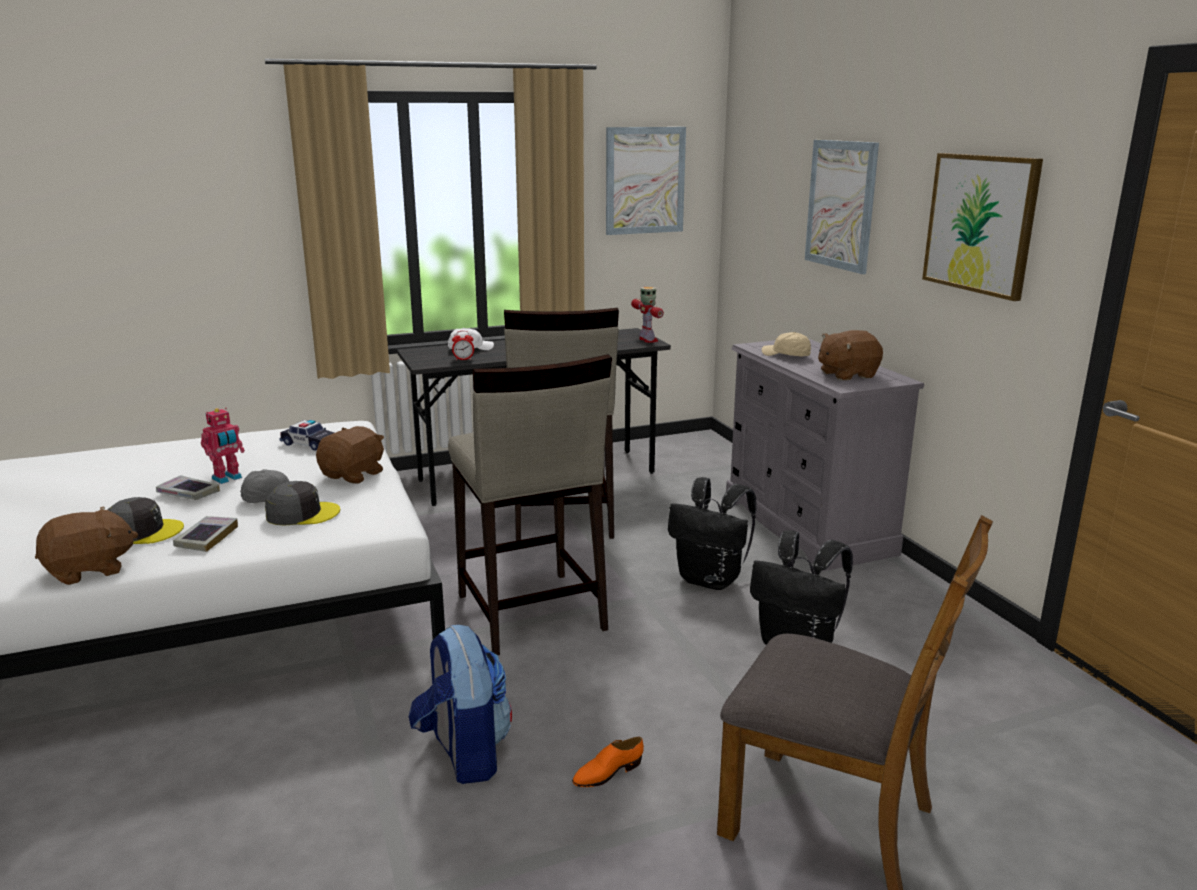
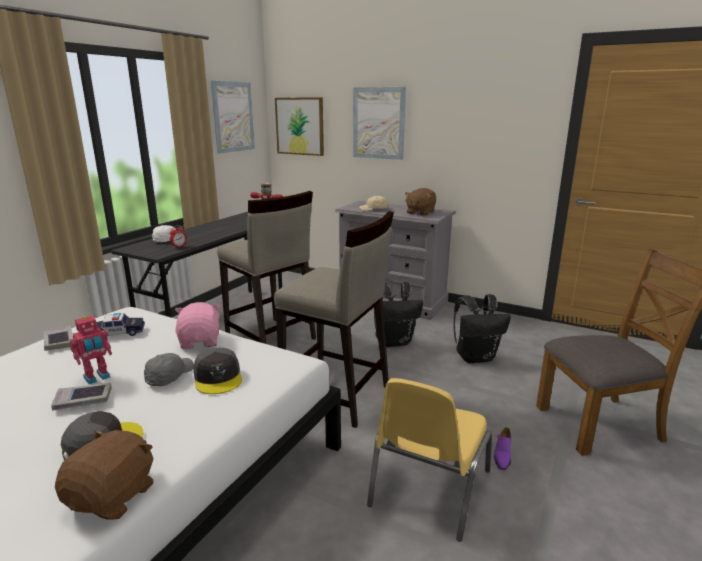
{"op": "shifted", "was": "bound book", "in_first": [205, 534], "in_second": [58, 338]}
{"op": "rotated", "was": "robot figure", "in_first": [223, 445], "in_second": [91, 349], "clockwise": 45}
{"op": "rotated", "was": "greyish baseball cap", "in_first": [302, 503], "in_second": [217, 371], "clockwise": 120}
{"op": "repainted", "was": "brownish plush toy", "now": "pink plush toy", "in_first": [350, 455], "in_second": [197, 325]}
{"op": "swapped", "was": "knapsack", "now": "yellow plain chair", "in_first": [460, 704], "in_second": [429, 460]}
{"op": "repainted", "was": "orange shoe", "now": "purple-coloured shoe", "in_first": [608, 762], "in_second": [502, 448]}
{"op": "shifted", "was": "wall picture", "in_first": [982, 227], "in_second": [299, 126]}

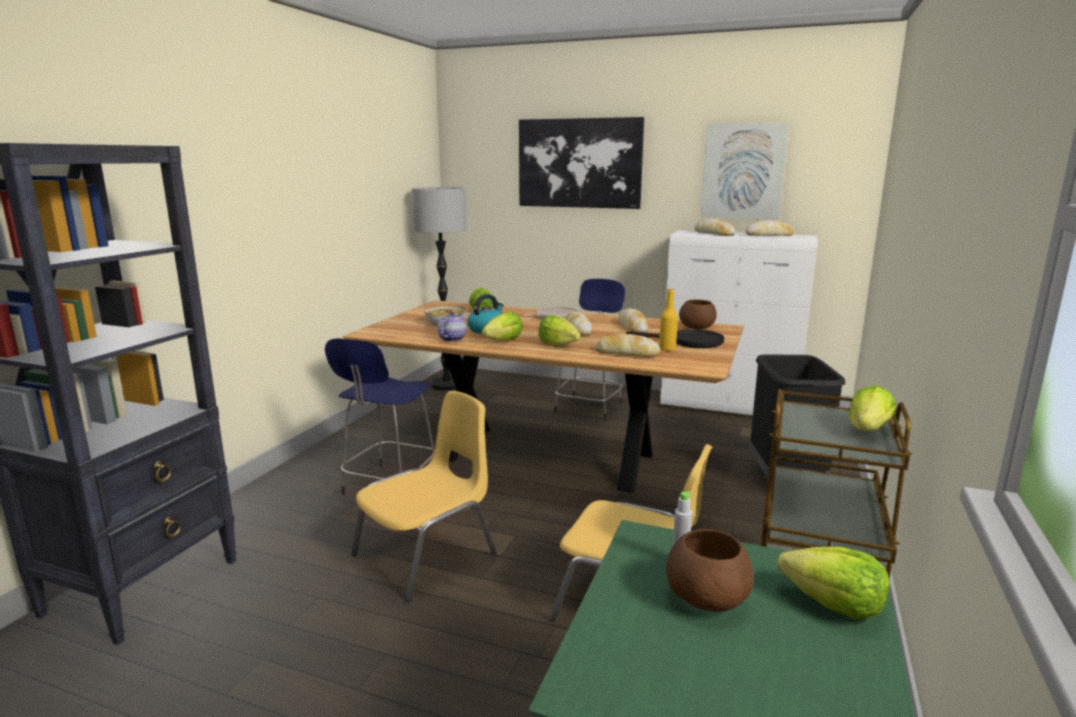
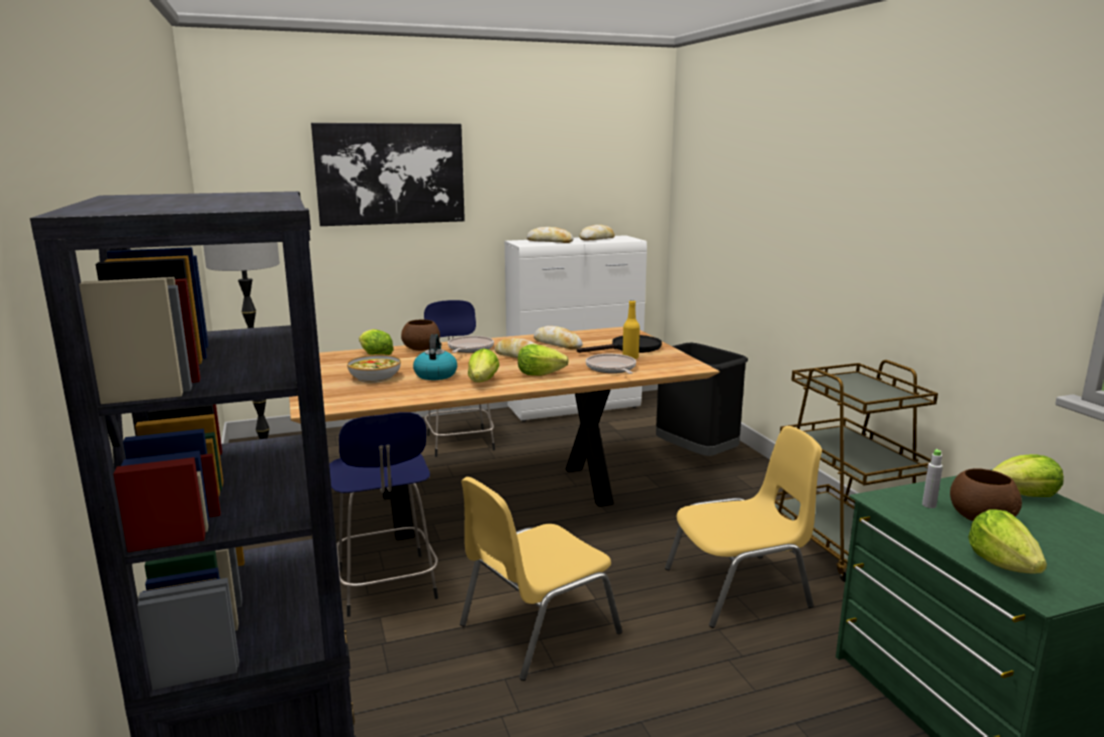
{"op": "rotated", "was": "yellow plain chair", "in_first": [424, 496], "in_second": [541, 579], "clockwise": -135}
{"op": "gone", "was": "tea pot", "in_first": [452, 326]}
{"op": "swapped", "was": "baked bread", "now": "pan", "in_first": [627, 345], "in_second": [611, 364]}
{"op": "shifted", "was": "brownish serving bowl", "in_first": [698, 314], "in_second": [420, 335]}
{"op": "gone", "was": "wall picture", "in_first": [745, 171]}
{"op": "shifted", "was": "head of lettuce", "in_first": [872, 408], "in_second": [1007, 541]}

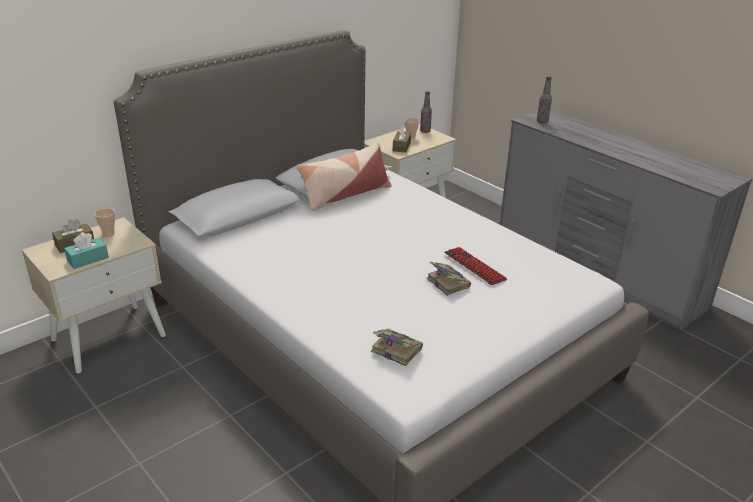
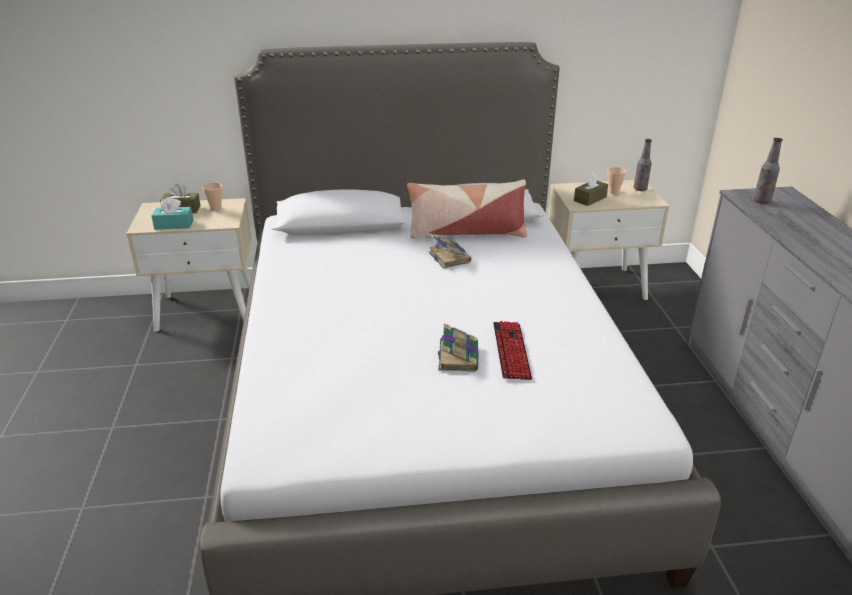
{"op": "shifted", "was": "bound book", "in_first": [397, 347], "in_second": [449, 251]}

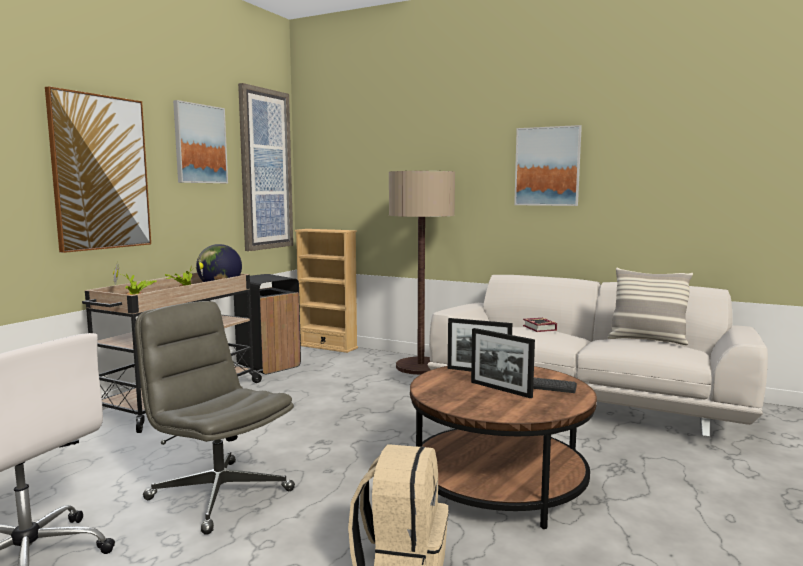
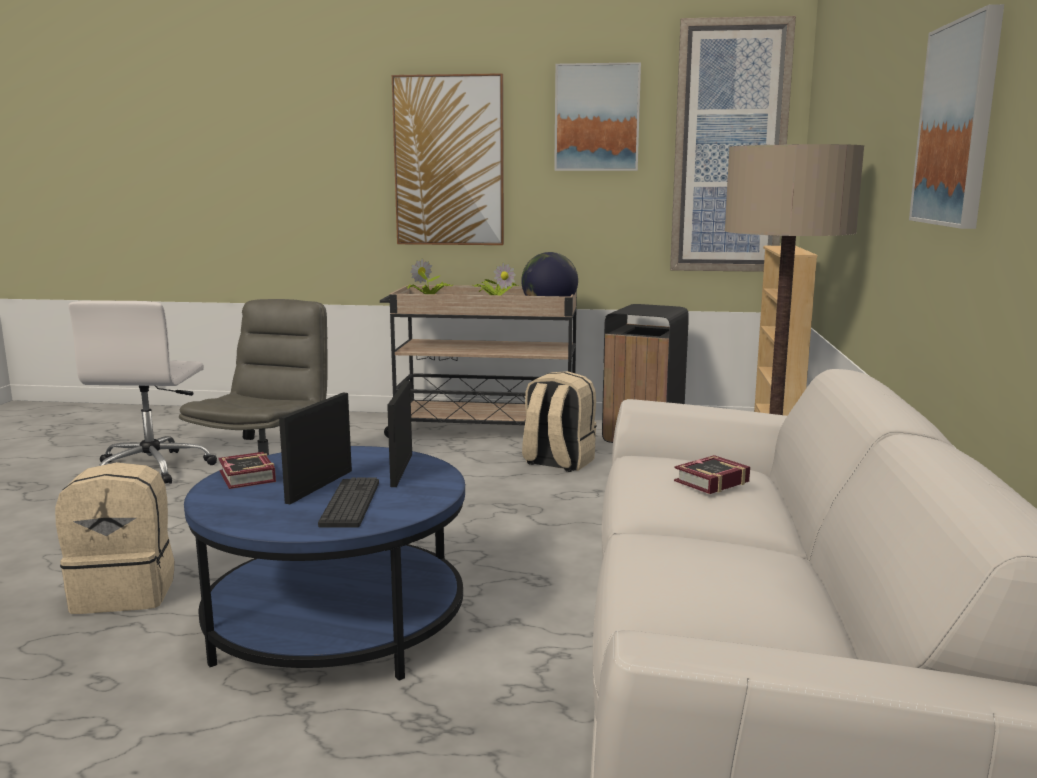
{"op": "repainted", "was": "brownish coffee table", "now": "bluish coffee table", "in_first": [503, 447], "in_second": [324, 563]}
{"op": "gone", "was": "throw pillow", "in_first": [650, 306]}
{"op": "new", "now": "bound book", "in_second": [247, 470]}
{"op": "new", "now": "sand-coloured knapsack", "in_second": [559, 421]}

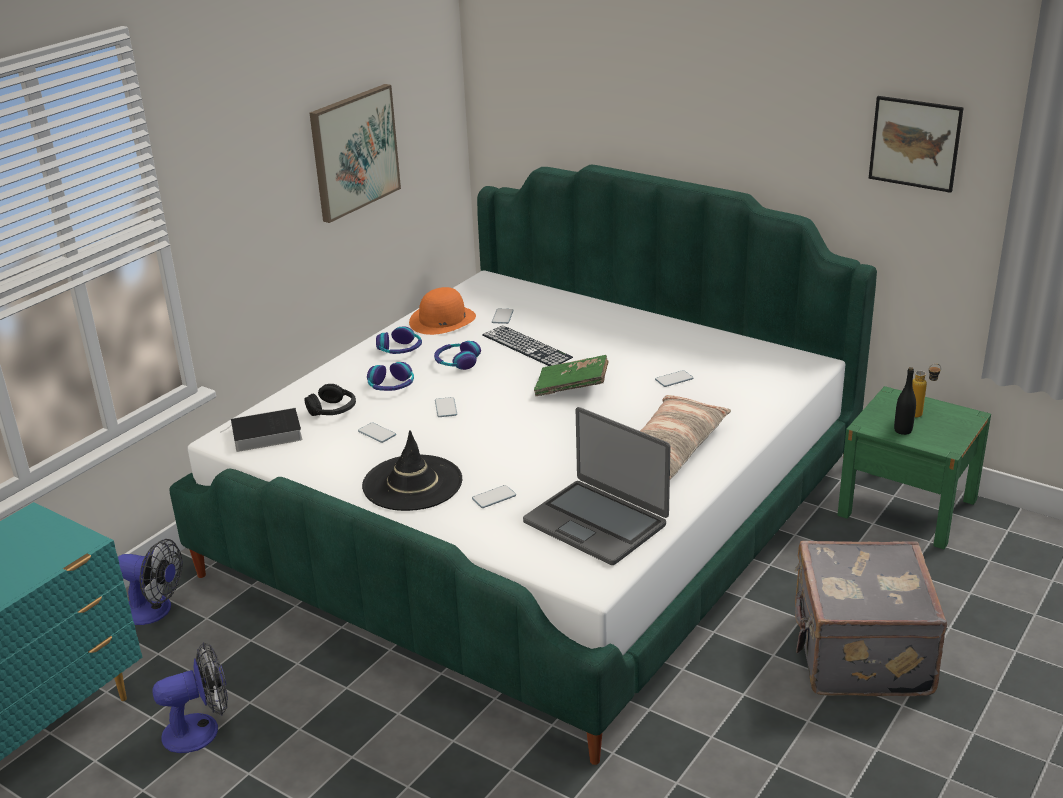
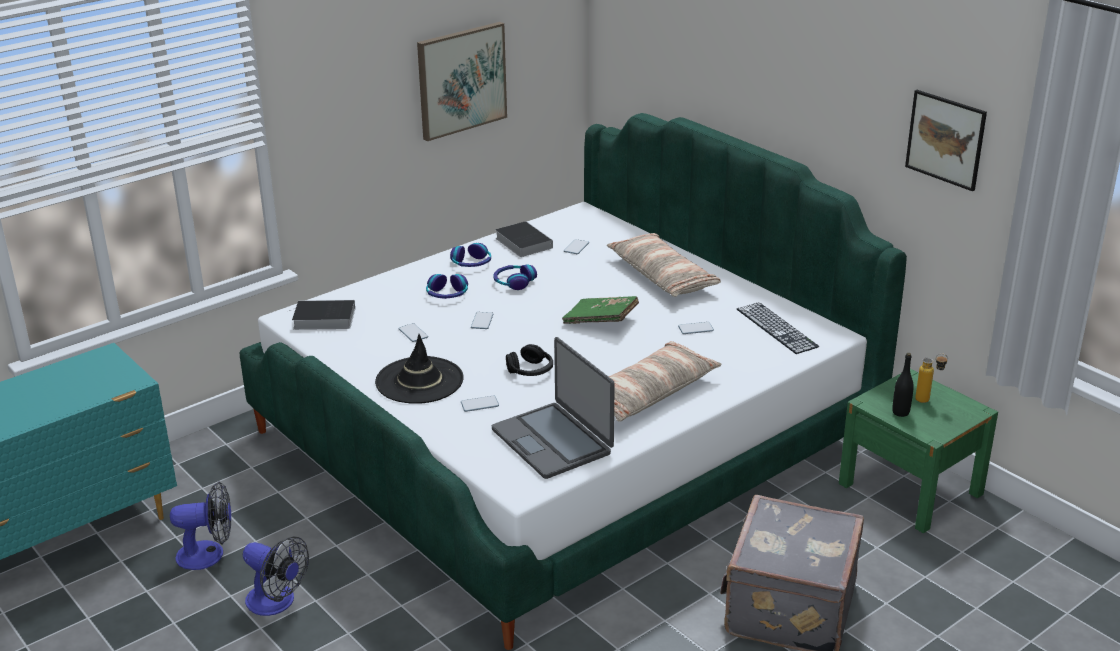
{"op": "shifted", "was": "electric fan", "in_first": [150, 582], "in_second": [276, 576]}
{"op": "shifted", "was": "blackish pair of headphones", "in_first": [330, 400], "in_second": [529, 360]}
{"op": "swapped", "was": "orange hat", "now": "bound book", "in_first": [442, 311], "in_second": [524, 239]}
{"op": "shifted", "was": "PC keyboard", "in_first": [527, 345], "in_second": [778, 328]}
{"op": "new", "now": "throw pillow", "in_second": [664, 265]}

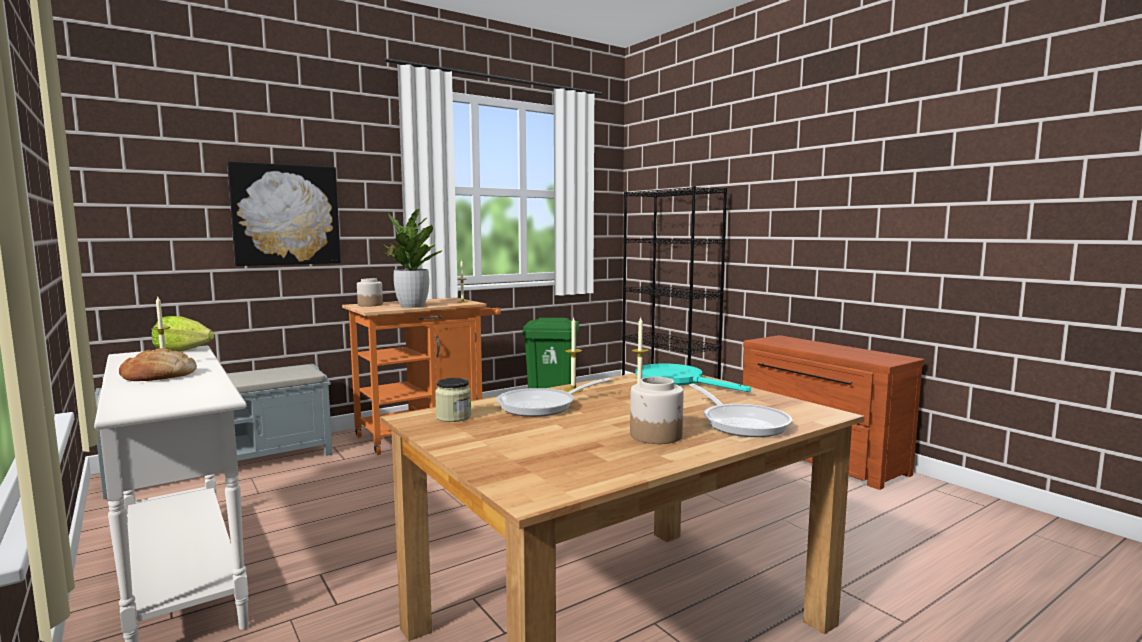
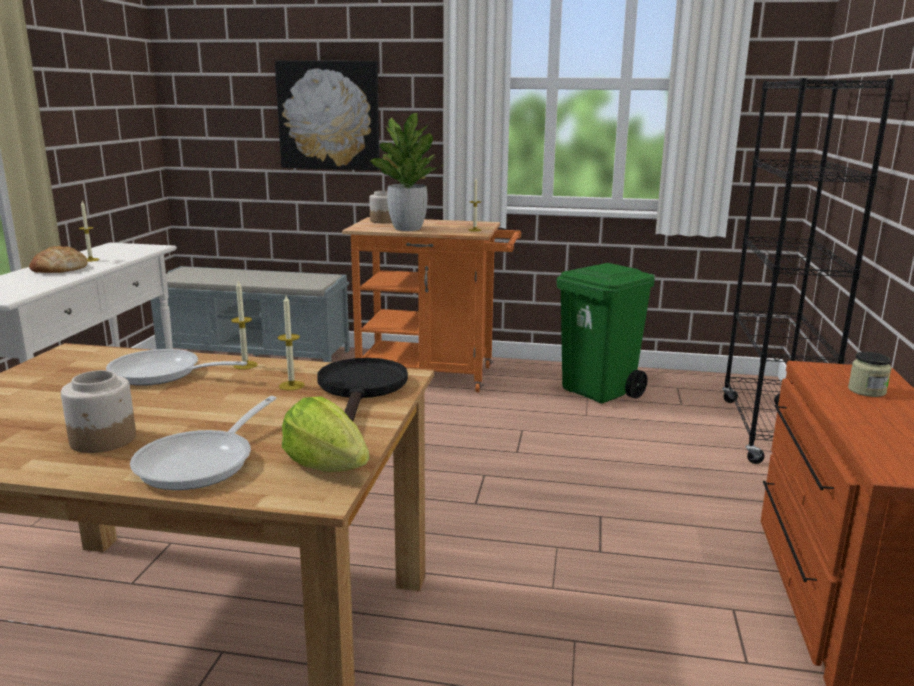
{"op": "shifted", "was": "head of lettuce", "in_first": [183, 333], "in_second": [326, 434]}
{"op": "shifted", "was": "preserve jar", "in_first": [453, 400], "in_second": [869, 374]}
{"op": "repainted", "was": "turquoise pan", "now": "blackish pan", "in_first": [693, 378], "in_second": [362, 389]}

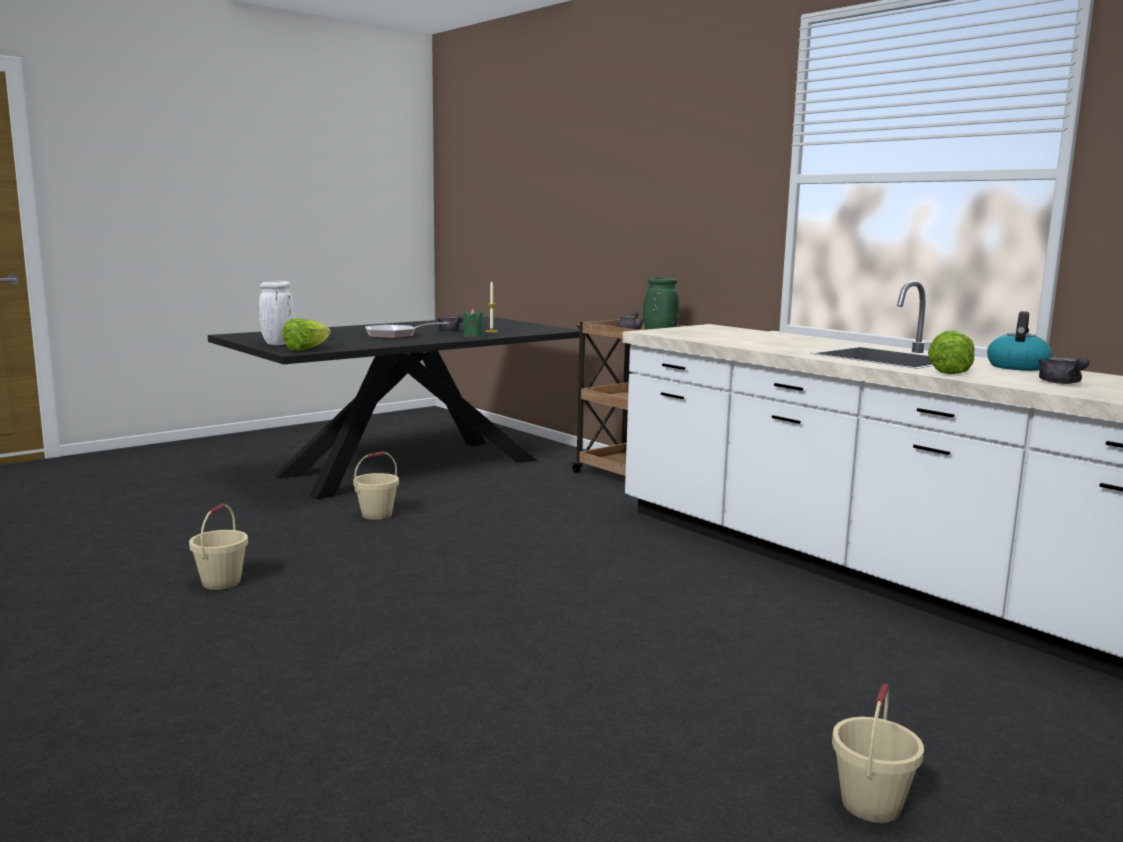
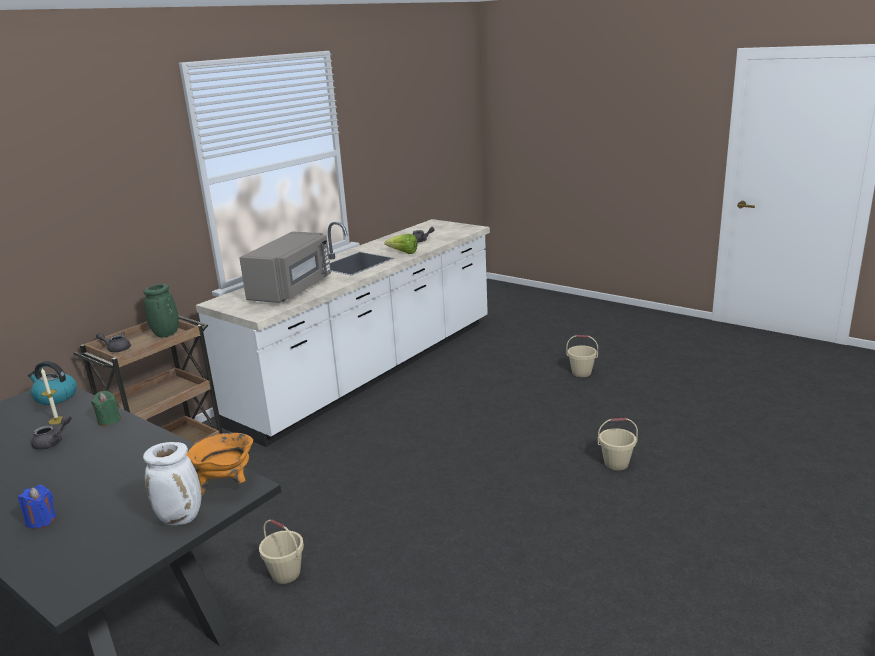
{"op": "shifted", "was": "sand-coloured pail", "in_first": [218, 547], "in_second": [618, 444]}
{"op": "swapped", "was": "head of lettuce", "now": "orange cooking pot", "in_first": [307, 334], "in_second": [219, 464]}
{"op": "gone", "was": "pan", "in_first": [406, 330]}
{"op": "shifted", "was": "kettle", "in_first": [1019, 341], "in_second": [52, 383]}
{"op": "new", "now": "bluish wax candle", "in_second": [37, 507]}
{"op": "new", "now": "greyish kitchen microwave", "in_second": [285, 267]}

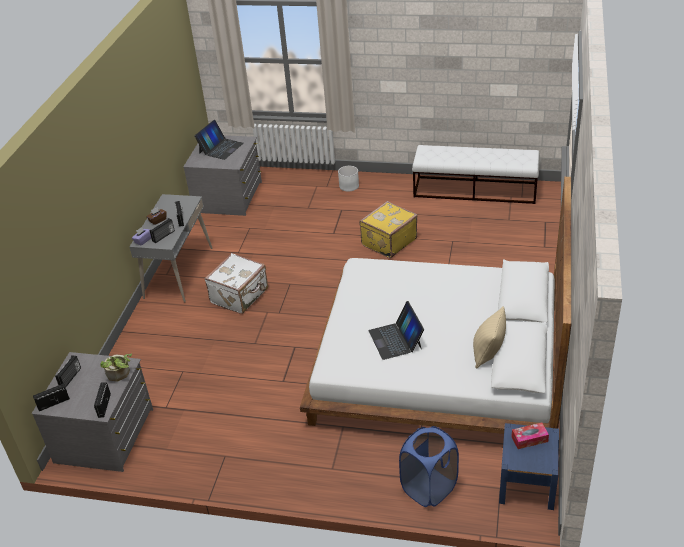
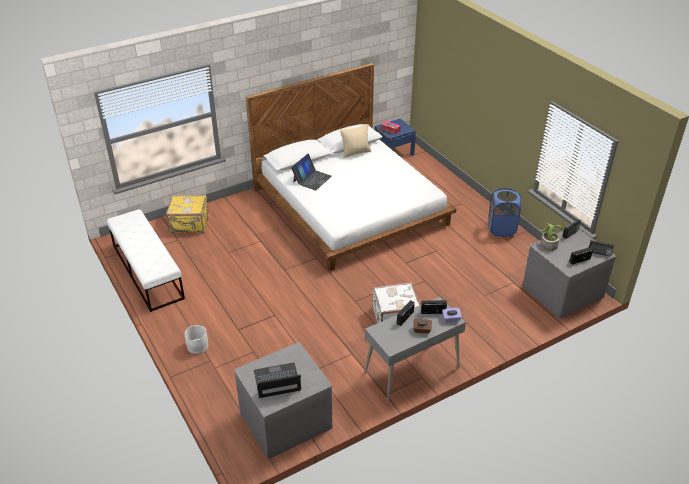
{"op": "shifted", "was": "yellow suitcase", "in_first": [388, 229], "in_second": [187, 214]}
{"op": "shifted", "was": "laptop", "in_first": [396, 330], "in_second": [311, 172]}
{"op": "shifted", "was": "bluish hamper", "in_first": [429, 466], "in_second": [504, 212]}

